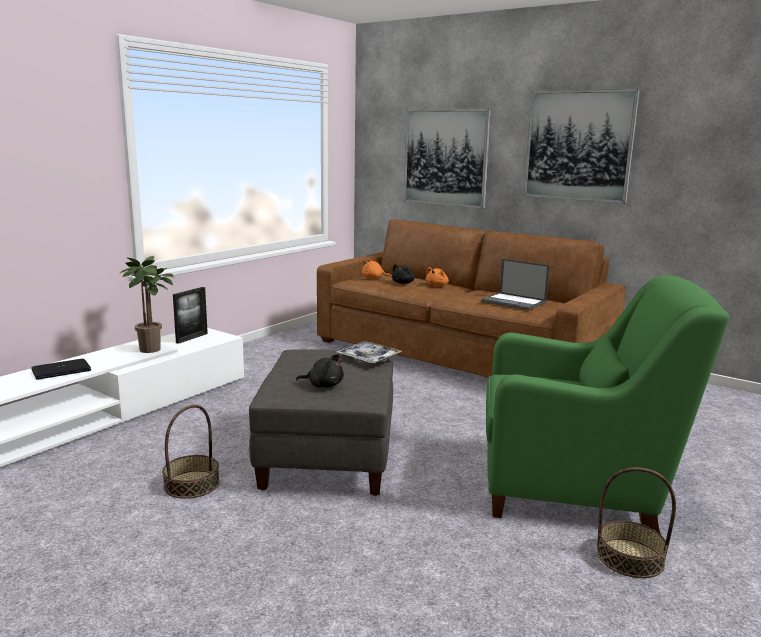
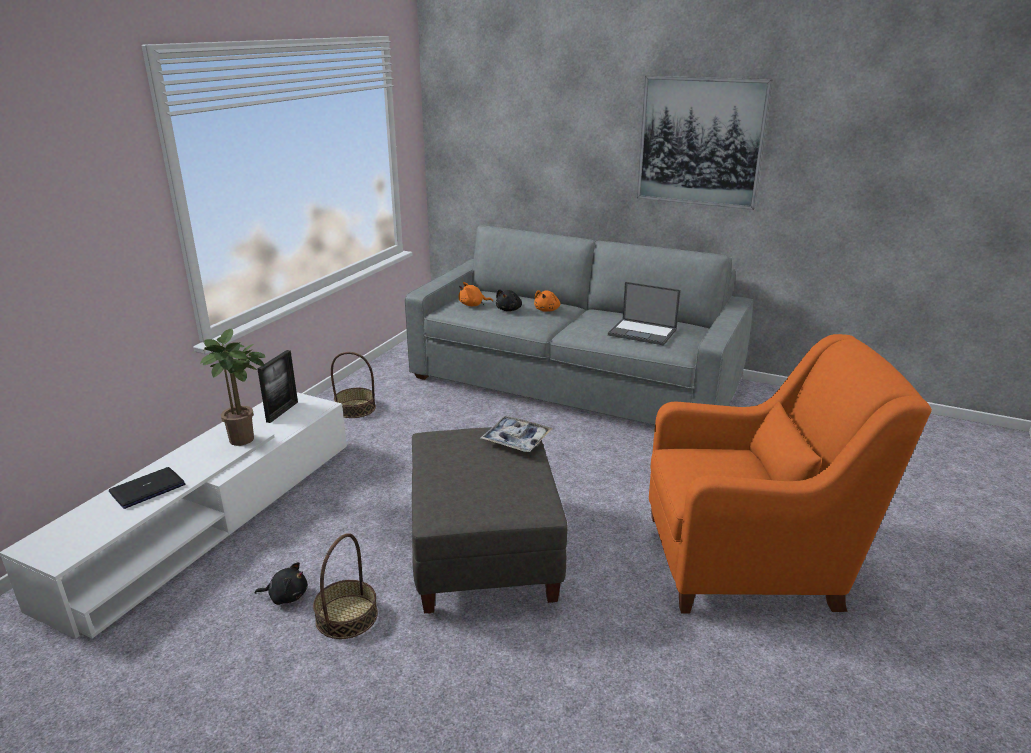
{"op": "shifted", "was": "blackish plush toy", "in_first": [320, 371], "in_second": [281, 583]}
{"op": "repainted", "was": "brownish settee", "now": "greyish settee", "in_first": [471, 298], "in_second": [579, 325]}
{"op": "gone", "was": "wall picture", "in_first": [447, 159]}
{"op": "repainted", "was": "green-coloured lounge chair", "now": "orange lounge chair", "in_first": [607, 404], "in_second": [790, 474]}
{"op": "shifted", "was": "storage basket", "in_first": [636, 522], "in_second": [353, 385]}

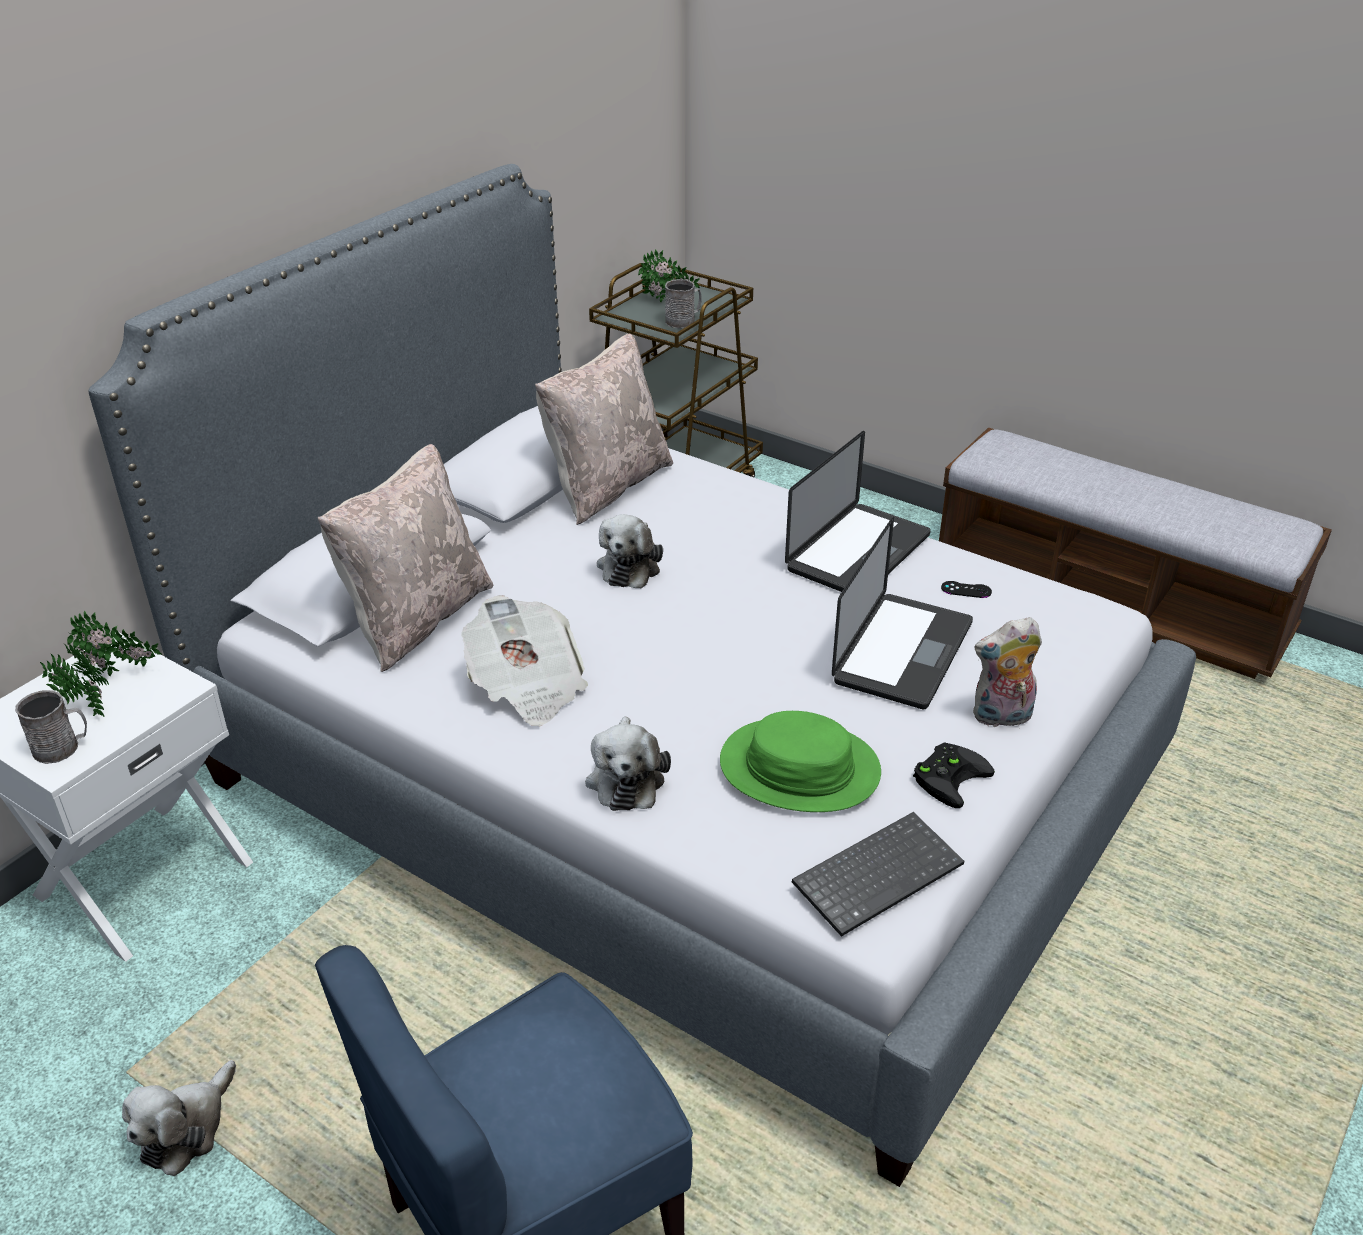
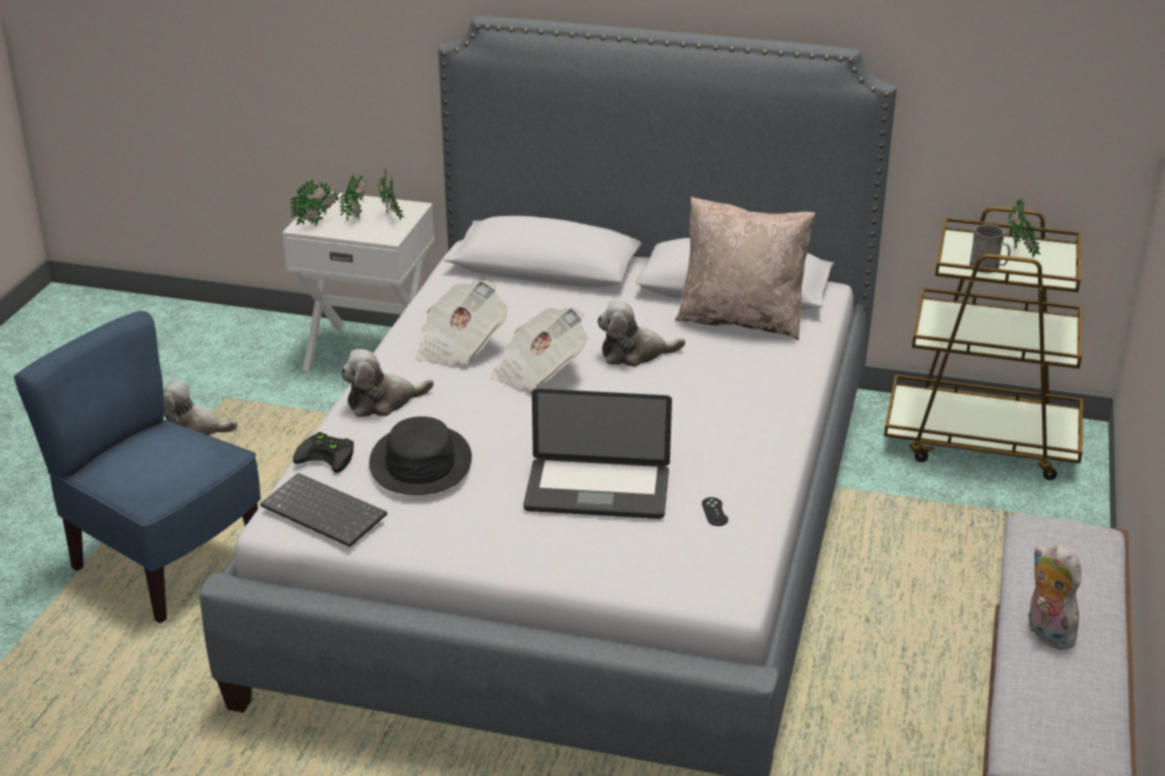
{"op": "swapped", "was": "greyish mug", "now": "houseplant", "in_first": [51, 727], "in_second": [314, 202]}
{"op": "gone", "was": "sand-coloured throw pillow", "in_first": [405, 558]}
{"op": "repainted", "was": "green-coloured hat", "now": "blackish hat", "in_first": [800, 761], "in_second": [420, 455]}
{"op": "gone", "was": "laptop", "in_first": [858, 511]}
{"op": "shifted", "was": "blackish gamepad", "in_first": [954, 775], "in_second": [323, 452]}
{"op": "shifted", "was": "plush toy", "in_first": [1007, 673], "in_second": [1054, 596]}
{"op": "new", "now": "printed paper", "in_second": [539, 349]}

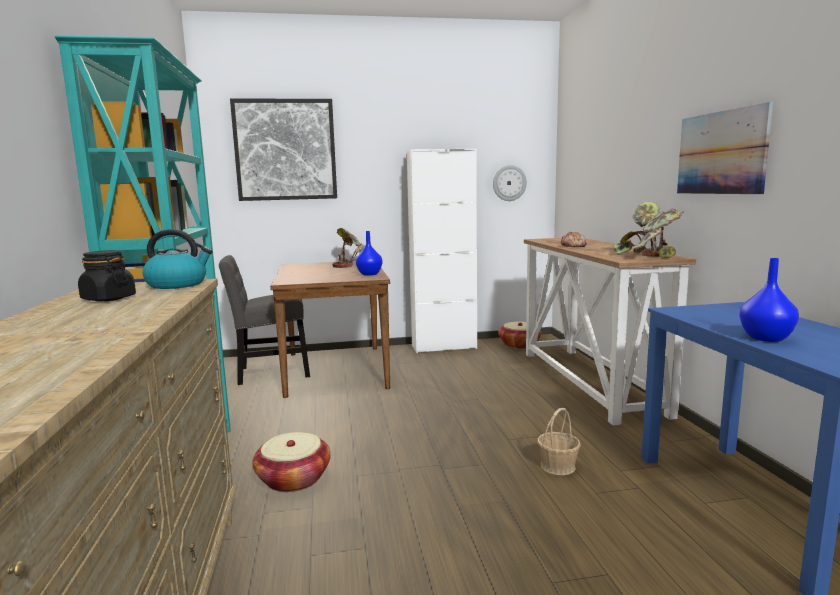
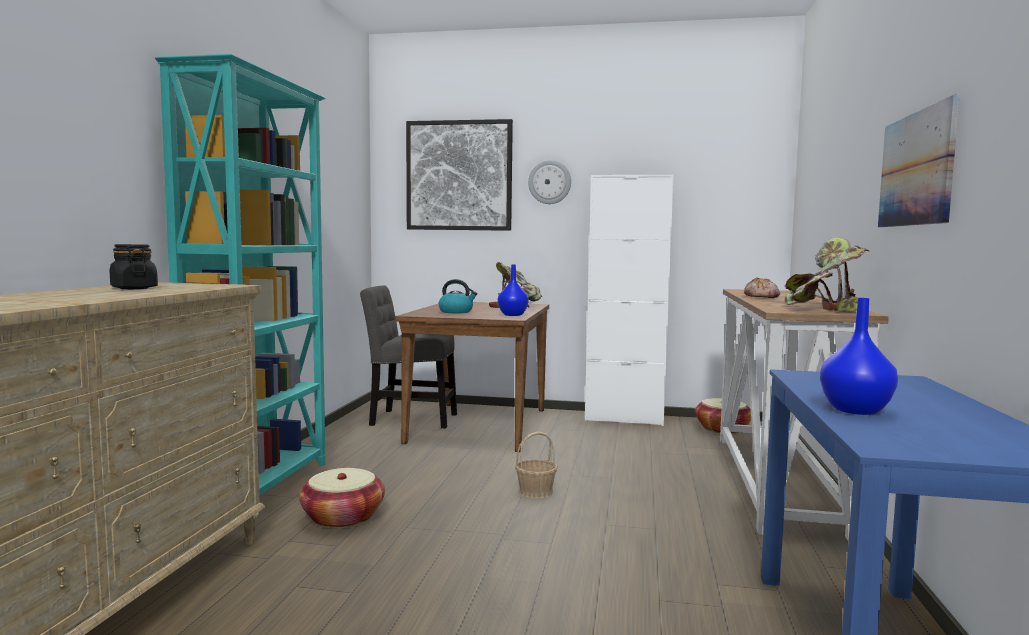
{"op": "shifted", "was": "kettle", "in_first": [177, 259], "in_second": [458, 296]}
{"op": "shifted", "was": "clock on the wall", "in_first": [510, 183], "in_second": [549, 182]}
{"op": "shifted", "was": "storage basket", "in_first": [559, 441], "in_second": [536, 465]}

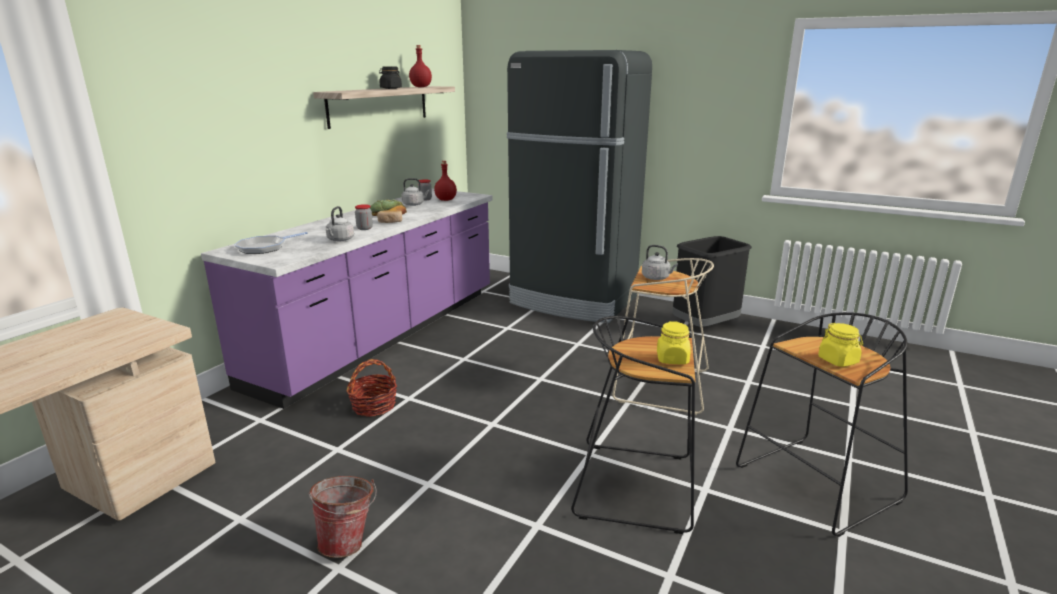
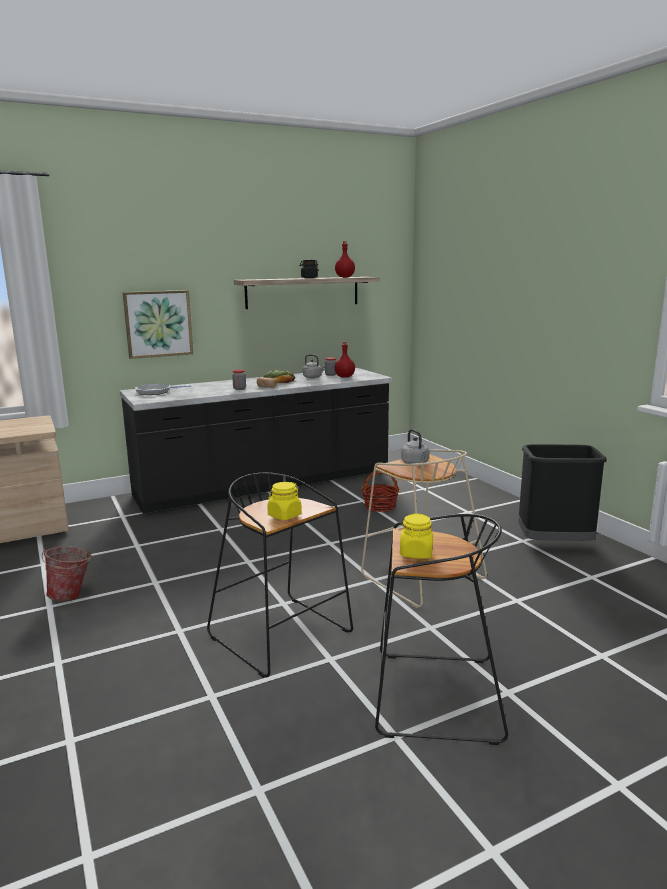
{"op": "repainted", "was": "purple-coloured kitchen counter", "now": "blackish kitchen counter", "in_first": [347, 298], "in_second": [256, 441]}
{"op": "gone", "was": "greyish kettle", "in_first": [340, 223]}
{"op": "shifted", "was": "storage basket", "in_first": [371, 388], "in_second": [380, 491]}
{"op": "gone", "was": "blackish refrigerator", "in_first": [579, 186]}
{"op": "new", "now": "wall picture", "in_second": [158, 324]}

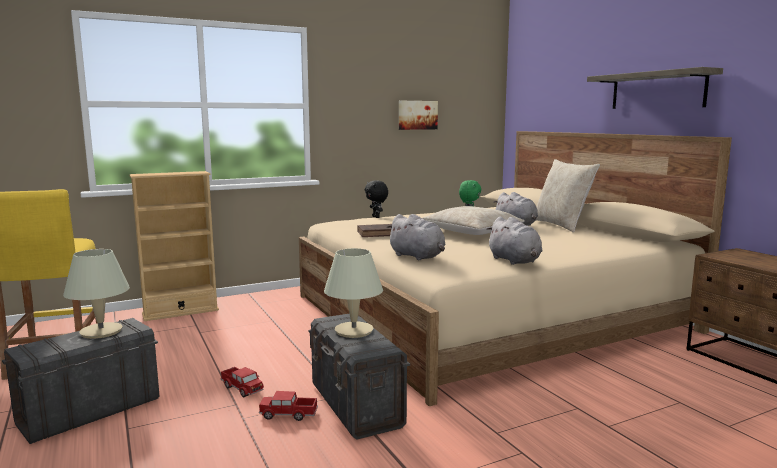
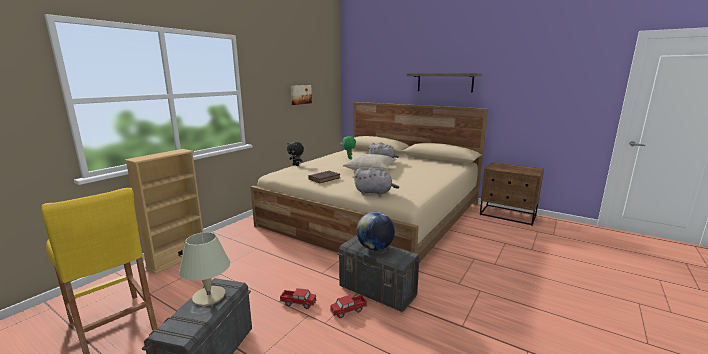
{"op": "swapped", "was": "sand-coloured tabletop lamp", "now": "world globe", "in_first": [353, 293], "in_second": [375, 231]}
{"op": "gone", "was": "greyish plush toy", "in_first": [514, 240]}
{"op": "gone", "was": "sand-coloured throw pillow", "in_first": [568, 195]}

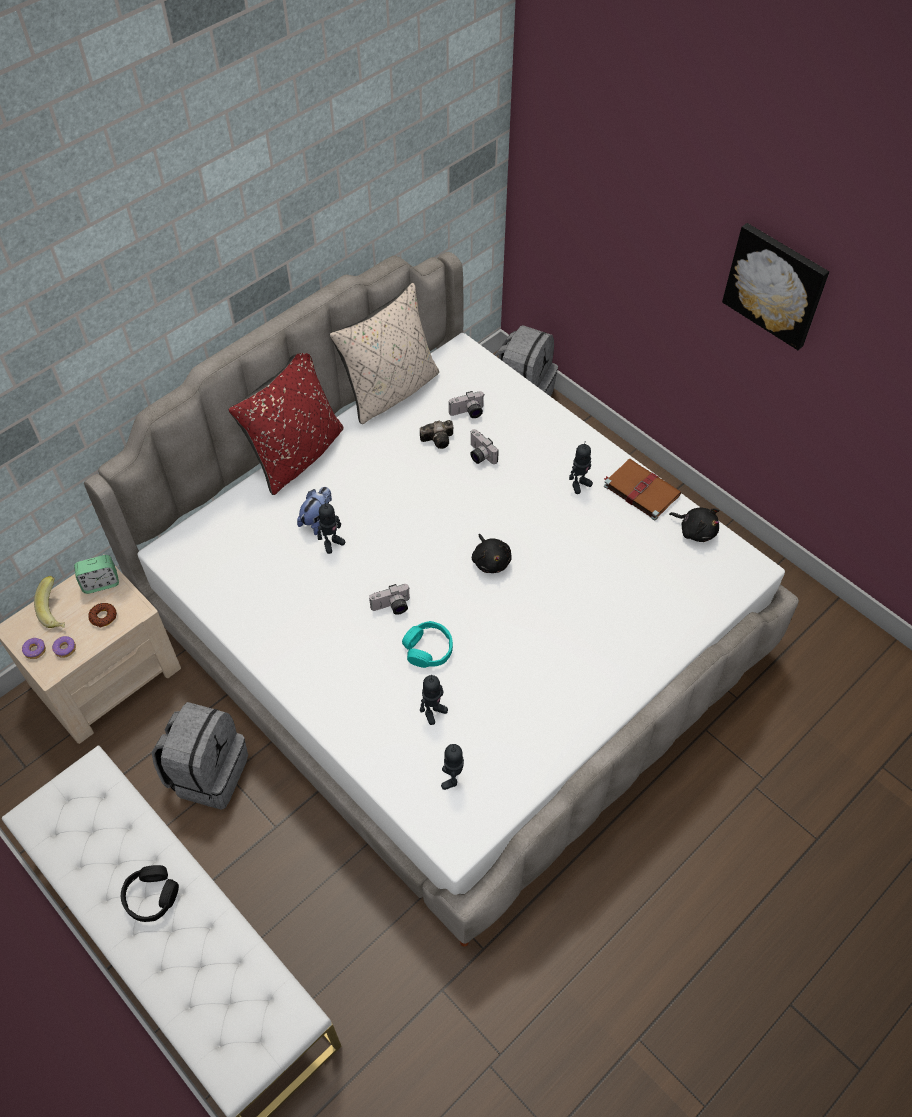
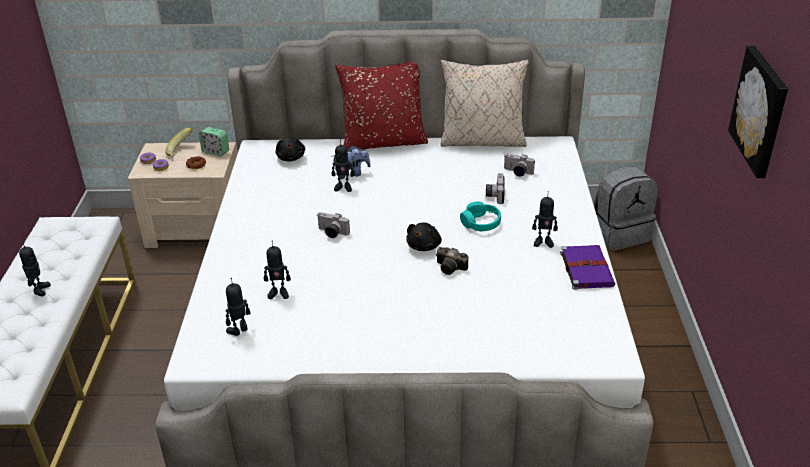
{"op": "swapped", "was": "blackish pair of headphones", "now": "robot figure", "in_first": [150, 893], "in_second": [35, 268]}
{"op": "gone", "was": "greyish knapsack", "in_first": [200, 756]}
{"op": "shifted", "was": "turquoise pair of headphones", "in_first": [427, 644], "in_second": [480, 216]}
{"op": "shifted", "was": "still camera", "in_first": [437, 434], "in_second": [452, 261]}
{"op": "repainted", "was": "brownish bound book", "now": "purple-coloured bound book", "in_first": [642, 490], "in_second": [587, 267]}
{"op": "shifted", "was": "blackish plush toy", "in_first": [694, 525], "in_second": [290, 149]}

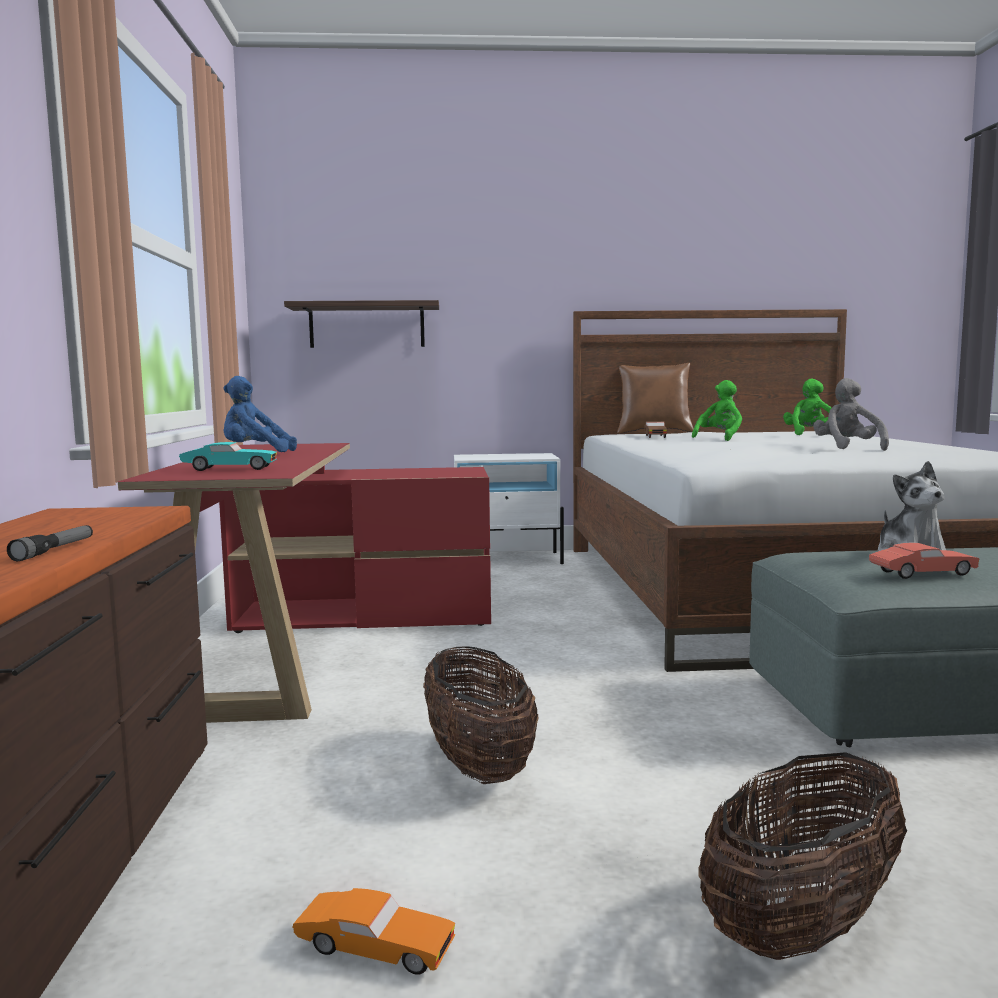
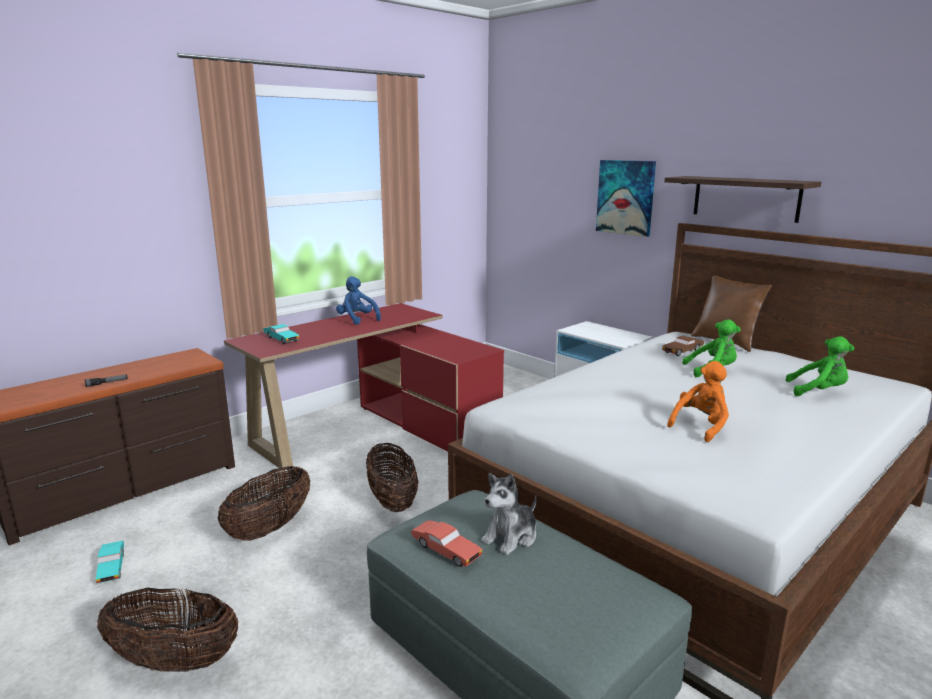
{"op": "shifted", "was": "shelf", "in_first": [361, 324], "in_second": [742, 199]}
{"op": "repainted", "was": "orange toy car", "now": "turquoise toy car", "in_first": [374, 931], "in_second": [110, 562]}
{"op": "rotated", "was": "green-coloured plush toy", "in_first": [807, 407], "in_second": [820, 366], "clockwise": 45}
{"op": "repainted", "was": "greyish plush toy", "now": "orange plush toy", "in_first": [851, 414], "in_second": [698, 401]}
{"op": "new", "now": "storage basket", "in_second": [392, 477]}
{"op": "new", "now": "wall picture", "in_second": [626, 198]}

